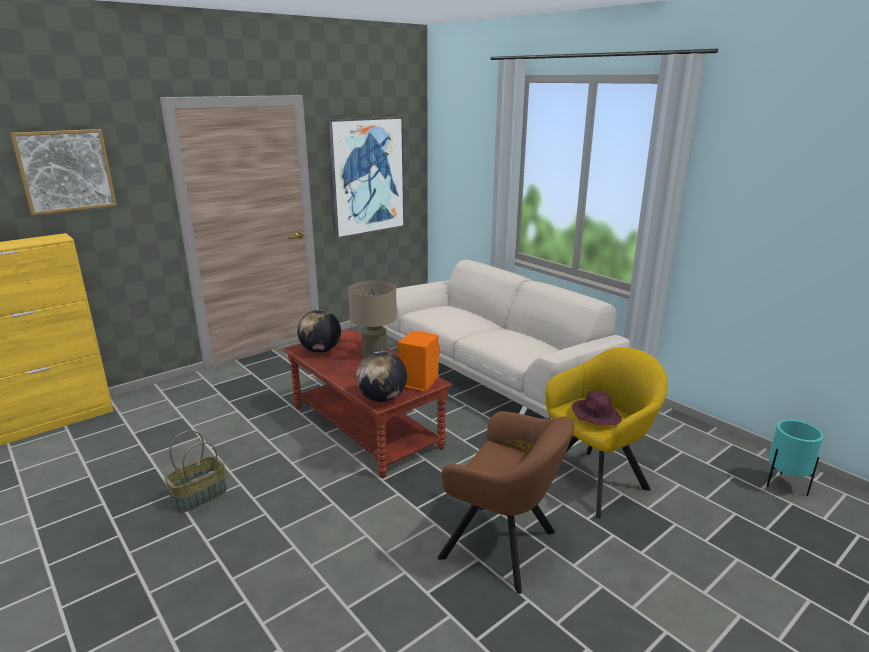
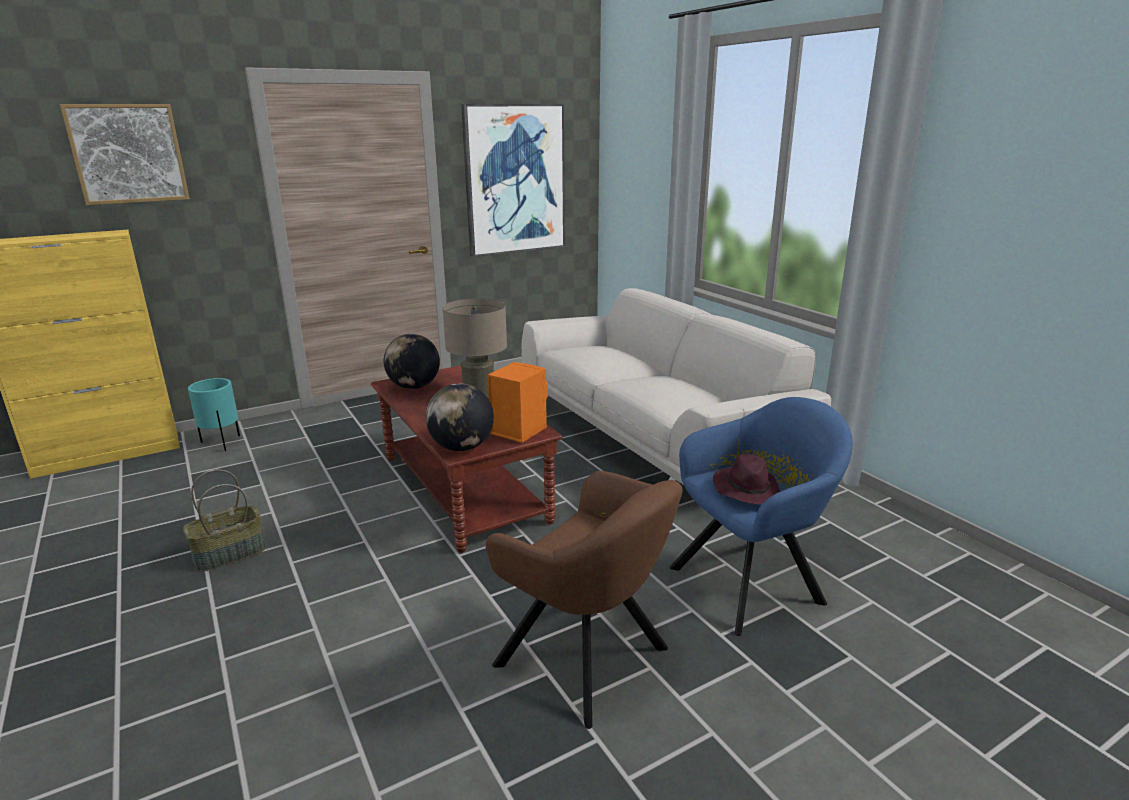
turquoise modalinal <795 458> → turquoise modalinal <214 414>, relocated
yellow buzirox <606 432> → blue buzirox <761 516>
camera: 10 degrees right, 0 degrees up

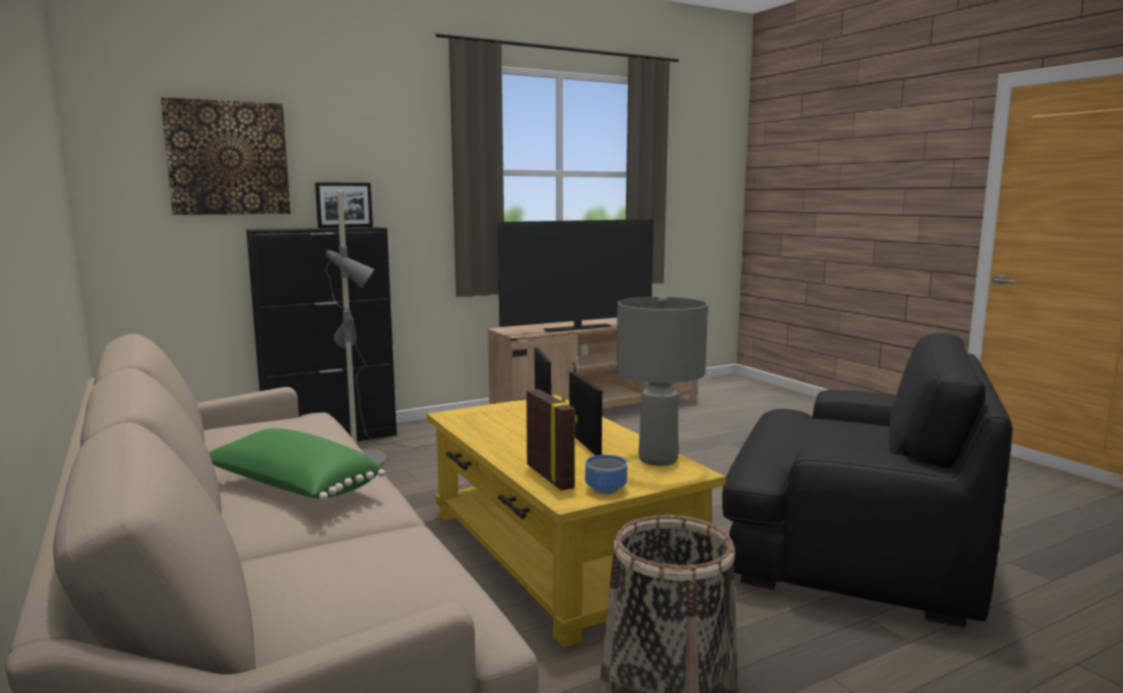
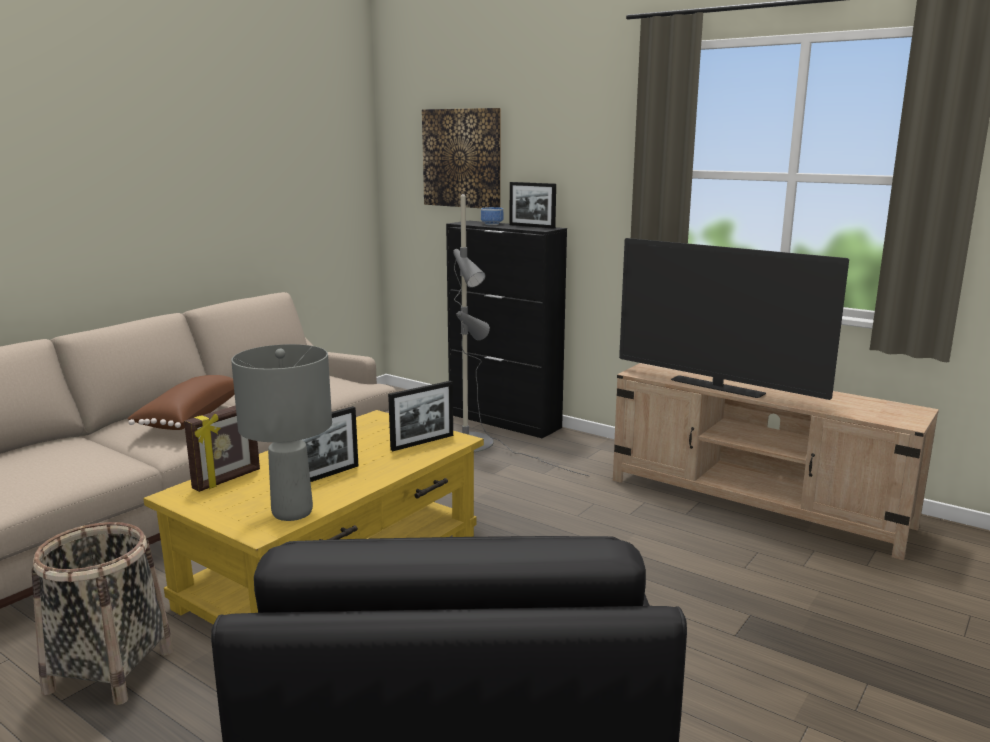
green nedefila <297 464> → brown nedefila <180 402>
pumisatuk <606 474> → pumisatuk <492 216>, relocated
camera: 65 degrees right, 5 degrees up

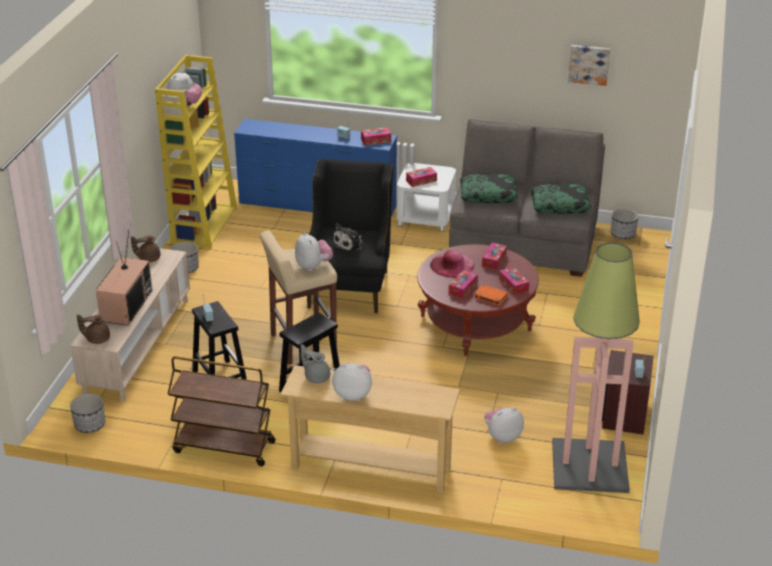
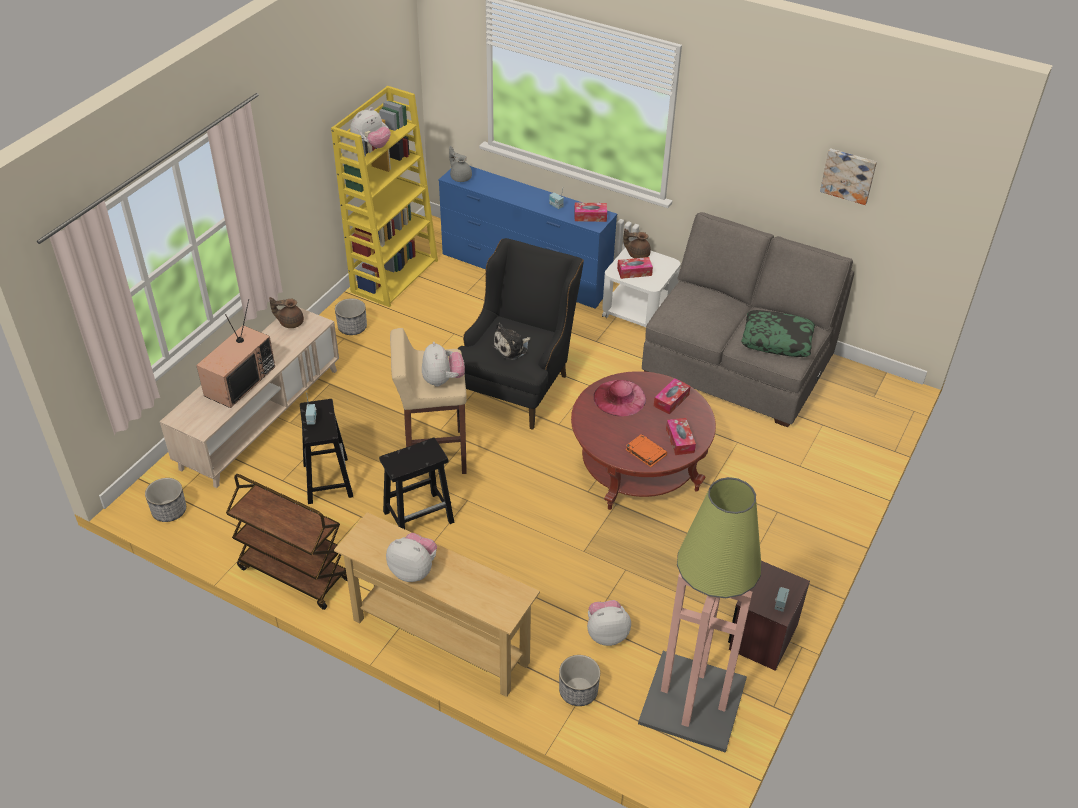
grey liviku <315 363> → grey liviku <460 164>, relocated
modalinal <625 224> → modalinal <579 680>, relocated
brown liviku <93 329> → brown liviku <637 243>, relocated
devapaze <463 284> → -
nedefila <489 188> → -
camera: 15 degrees right, 10 degrees up

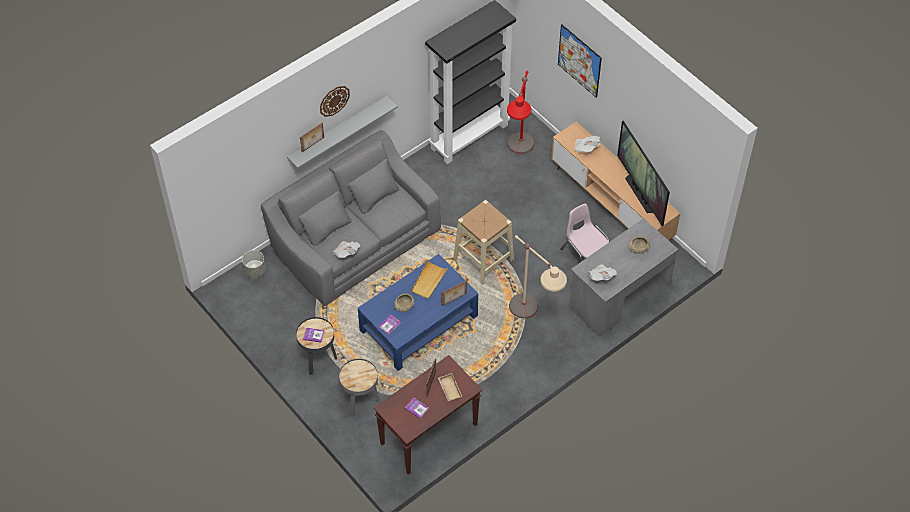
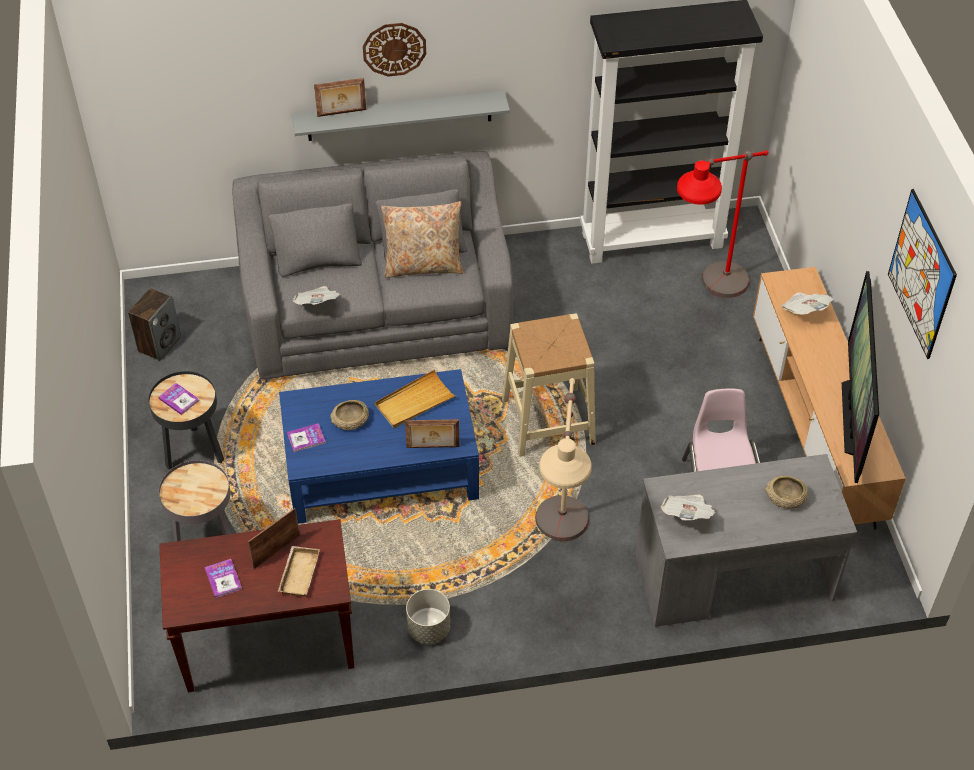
- → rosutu <154 324>
- → beige nedefila <422 239>
grey modalinal <254 264> → grey modalinal <428 616>, relocated
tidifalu <580 61> → tidifalu <922 274>, relocated
camera: 30 degrees right, 5 degrees down

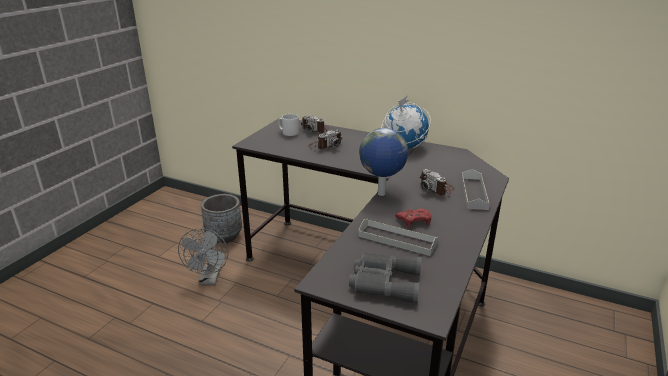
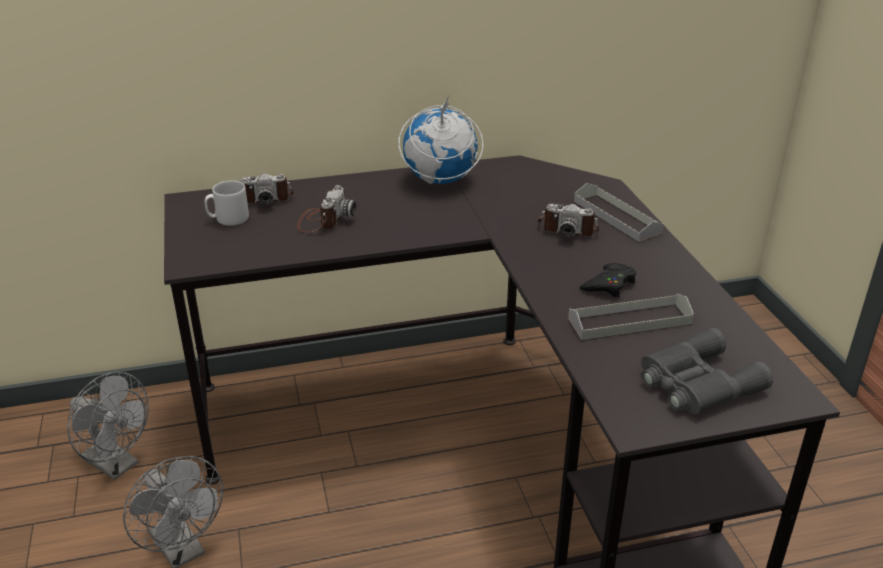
grey modalinal <221 219> → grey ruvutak <108 426>
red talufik <413 218> → black talufik <608 280>
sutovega <383 162> → -
camera: 40 degrees left, 5 degrees up

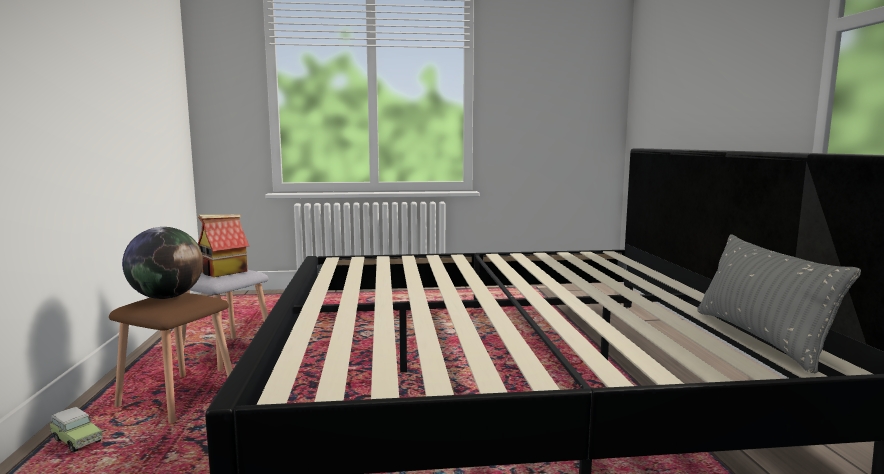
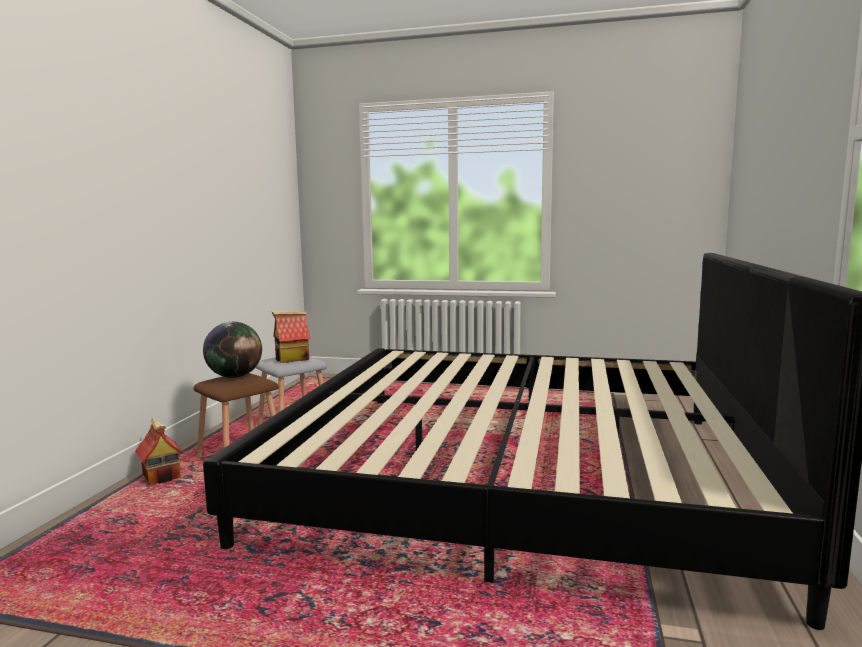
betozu <76 430> → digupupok <159 451>
grey nedefila <779 303> → -
camera: 20 degrees right, 0 degrees up

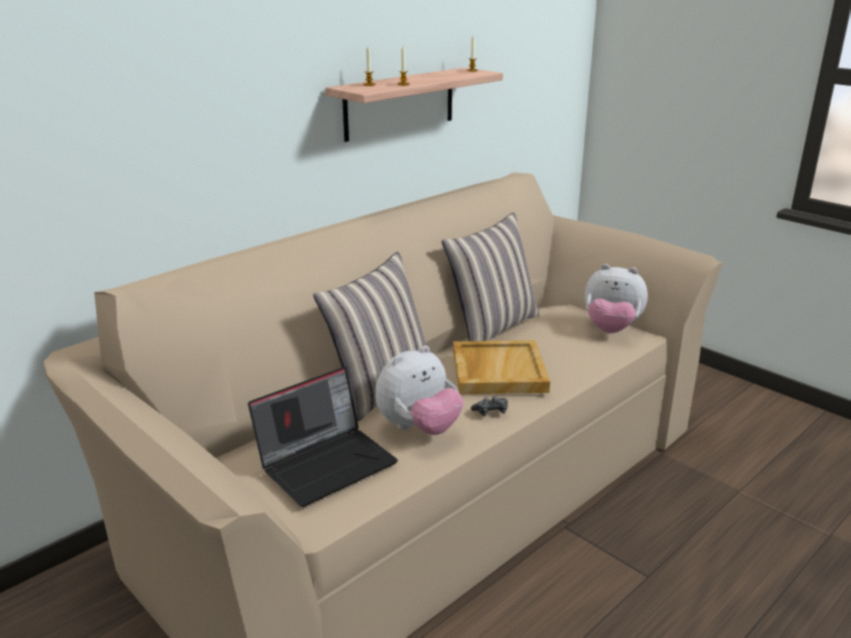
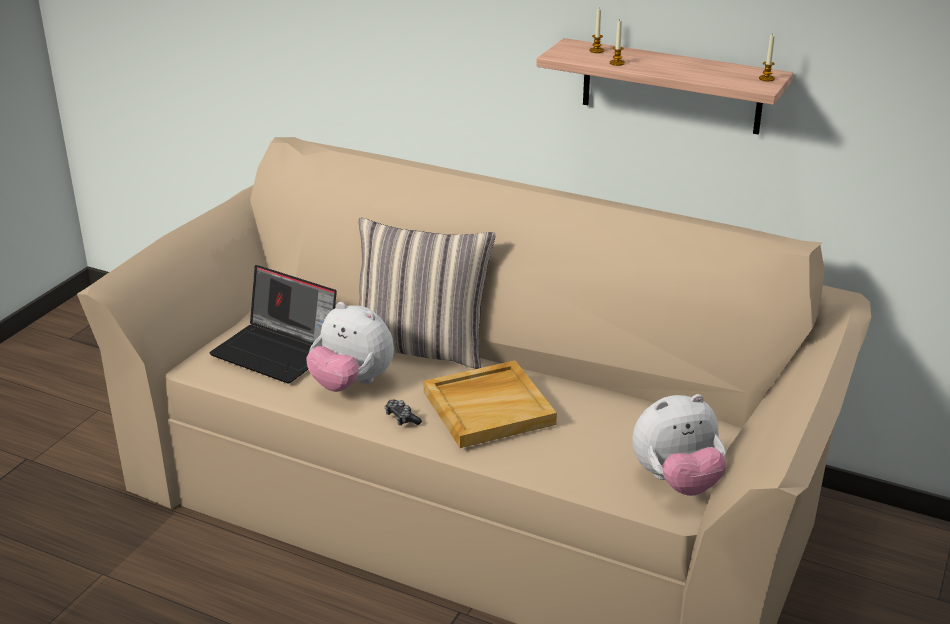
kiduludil <616 298> → kiduludil <679 445>, 105 degrees counterclockwise
nedefila <491 276> → -
camera: 70 degrees right, 5 degrees up

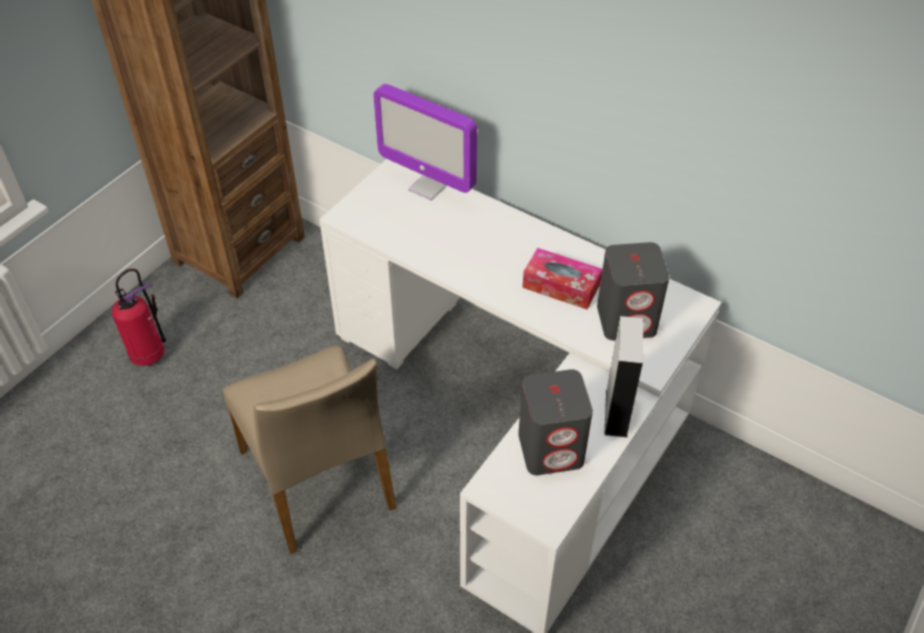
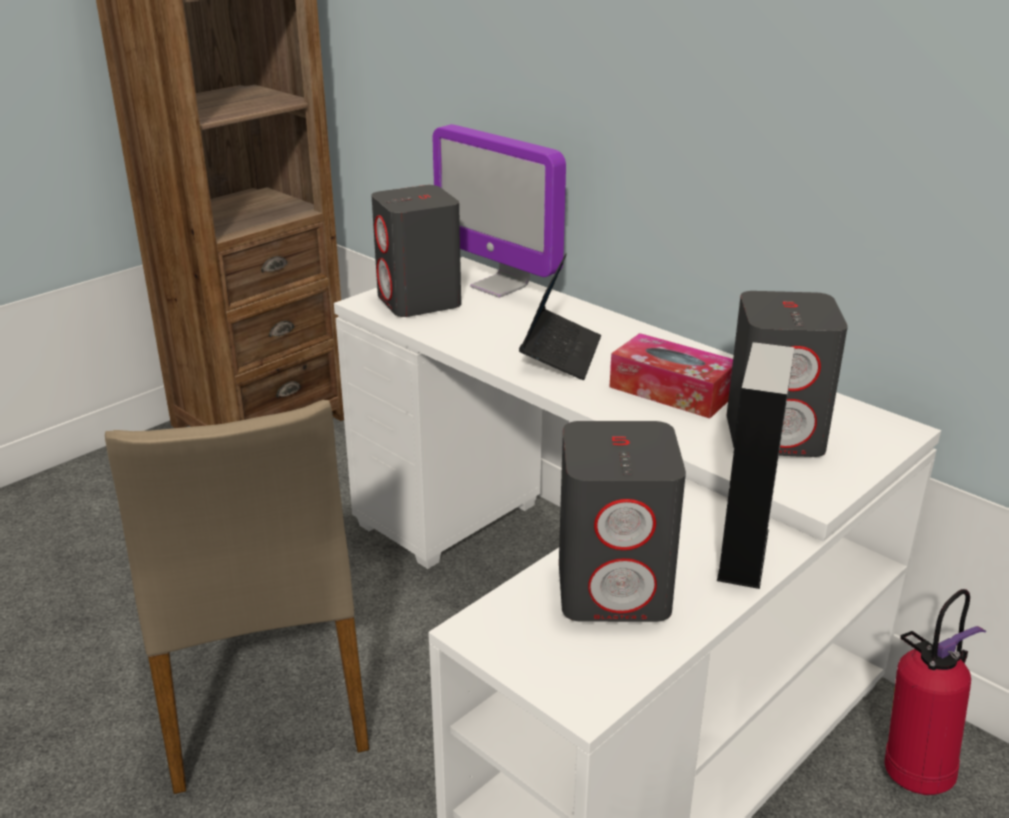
- → grey rosutu <416 251>
- → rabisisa <560 317>
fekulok <139 317> → fekulok <935 692>, relocated
camera: 10 degrees right, 20 degrees down

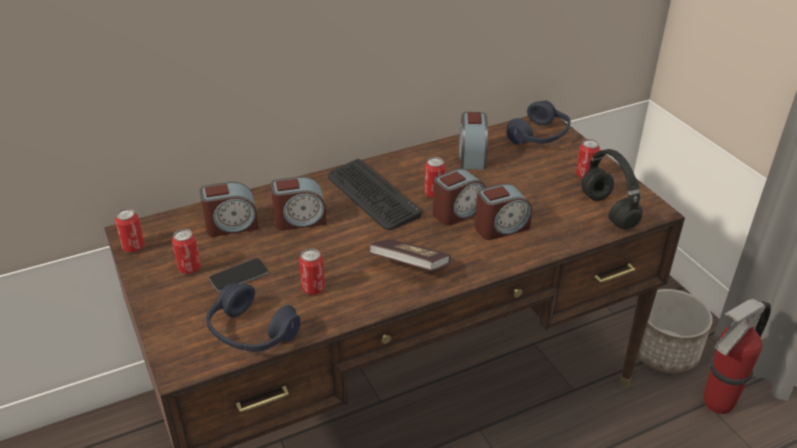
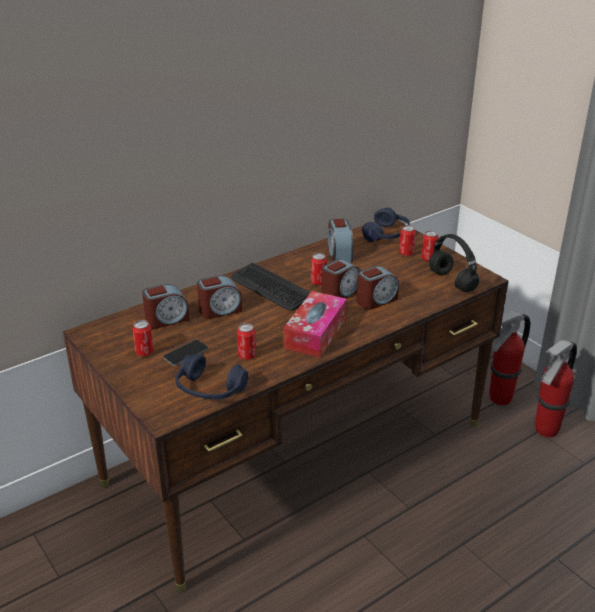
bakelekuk <410 255> → devapaze <315 324>
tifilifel <130 230> → tifilifel <407 240>, relocated
modalinal <675 331> → fekulok <509 358>
camera: 10 degrees left, 5 degrees down

